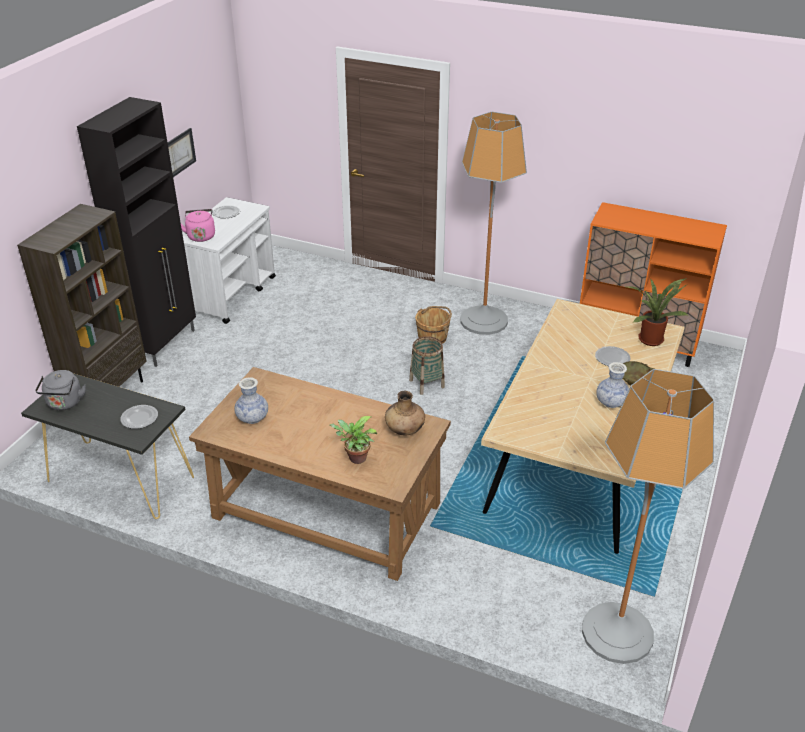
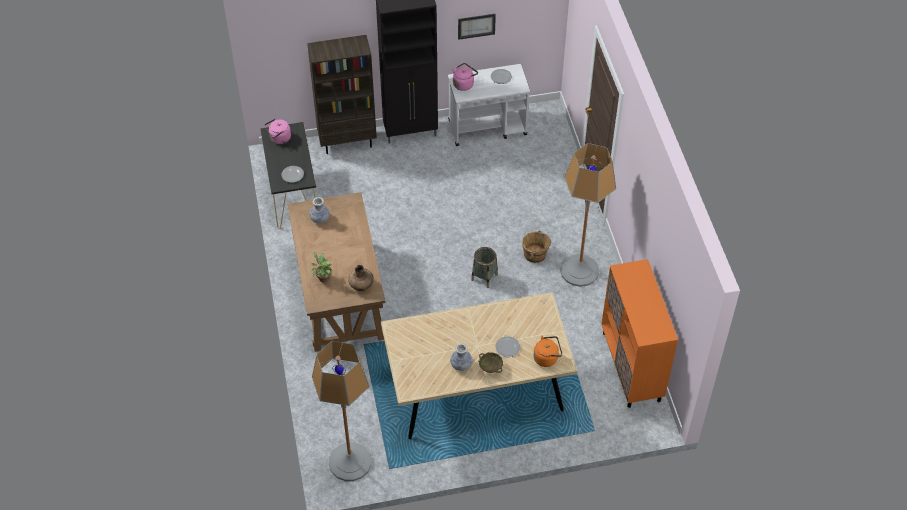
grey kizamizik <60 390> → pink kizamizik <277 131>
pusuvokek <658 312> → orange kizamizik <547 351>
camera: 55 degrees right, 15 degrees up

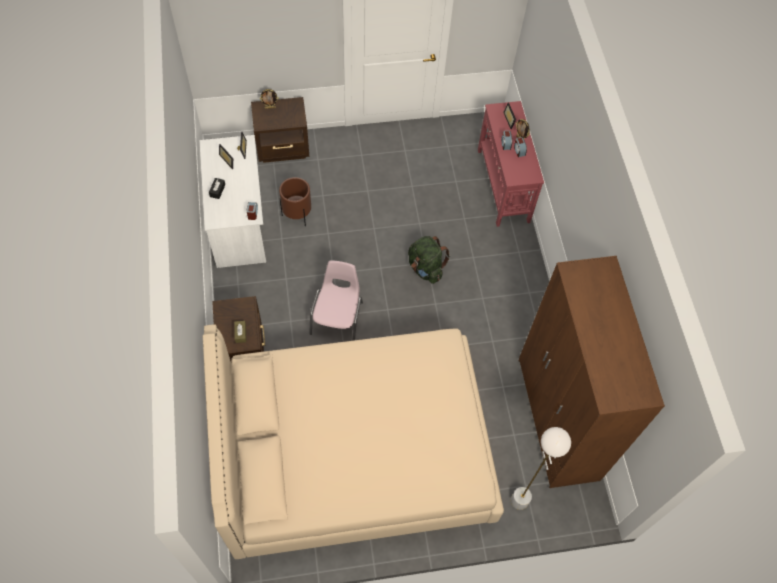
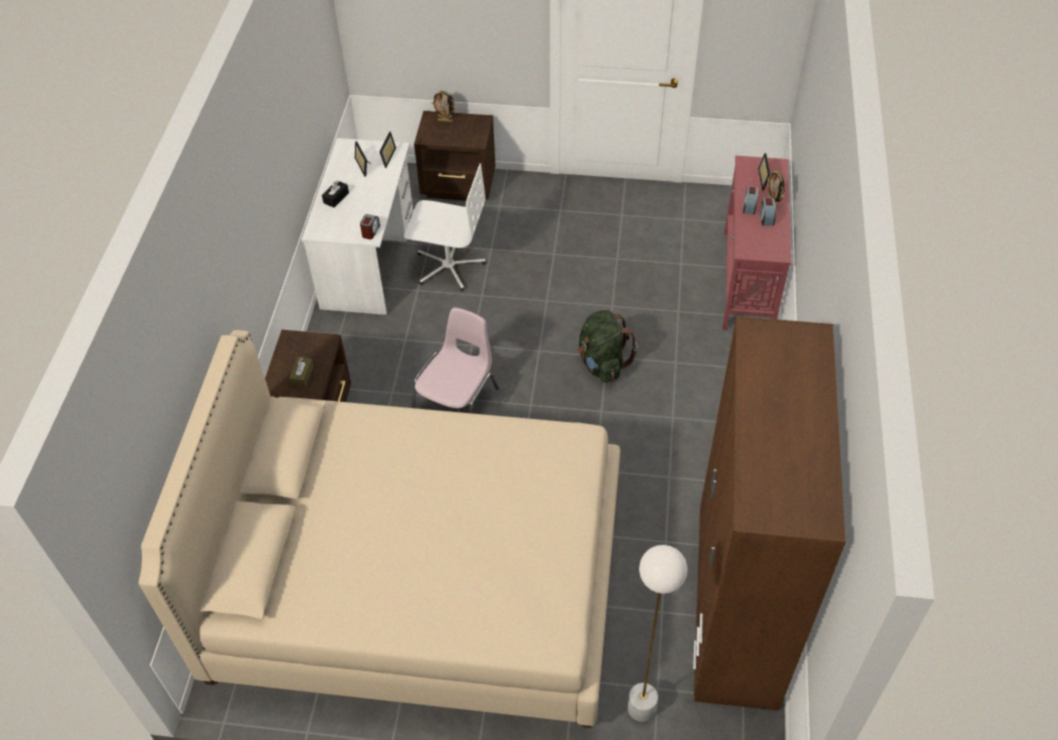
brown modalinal <295 201> → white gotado <445 227>
camera: 20 degrees right, 10 degrees down

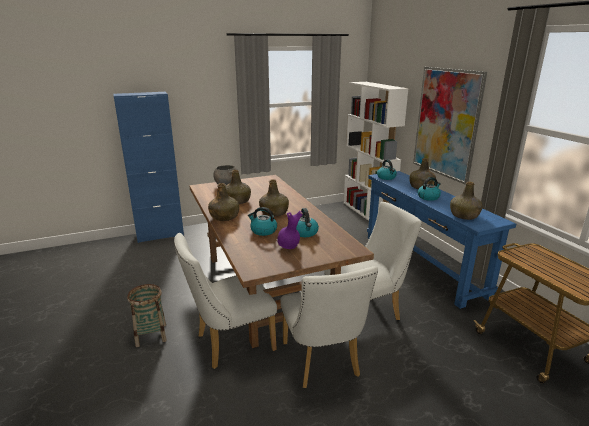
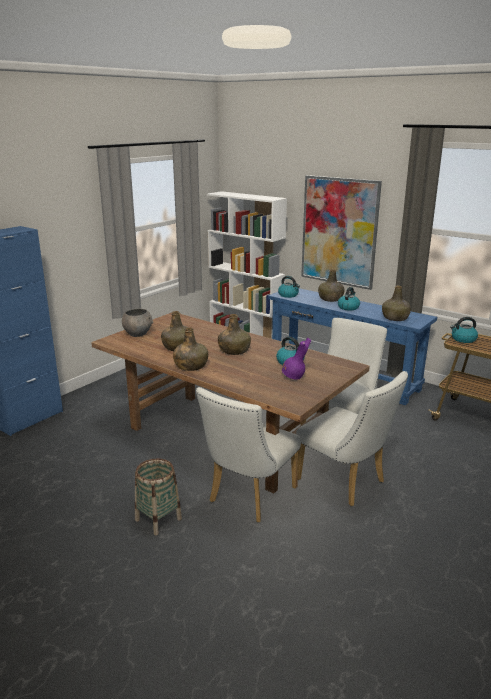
kizamizik <262 221> → kizamizik <464 330>, relocated
camera: 30 degrees left, 0 degrees up

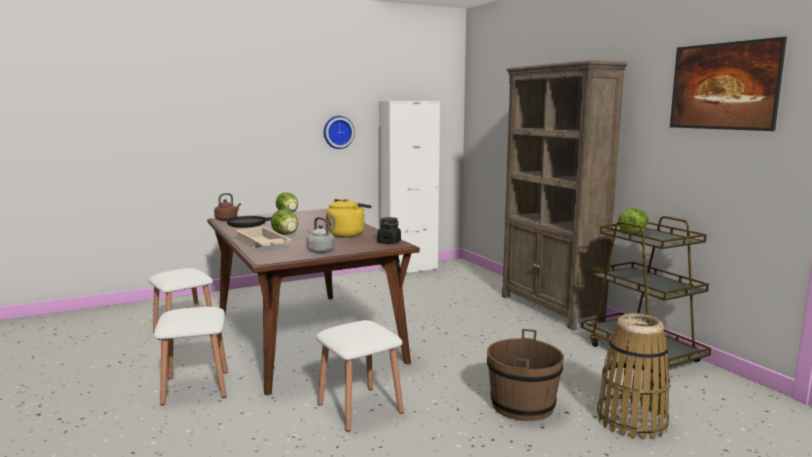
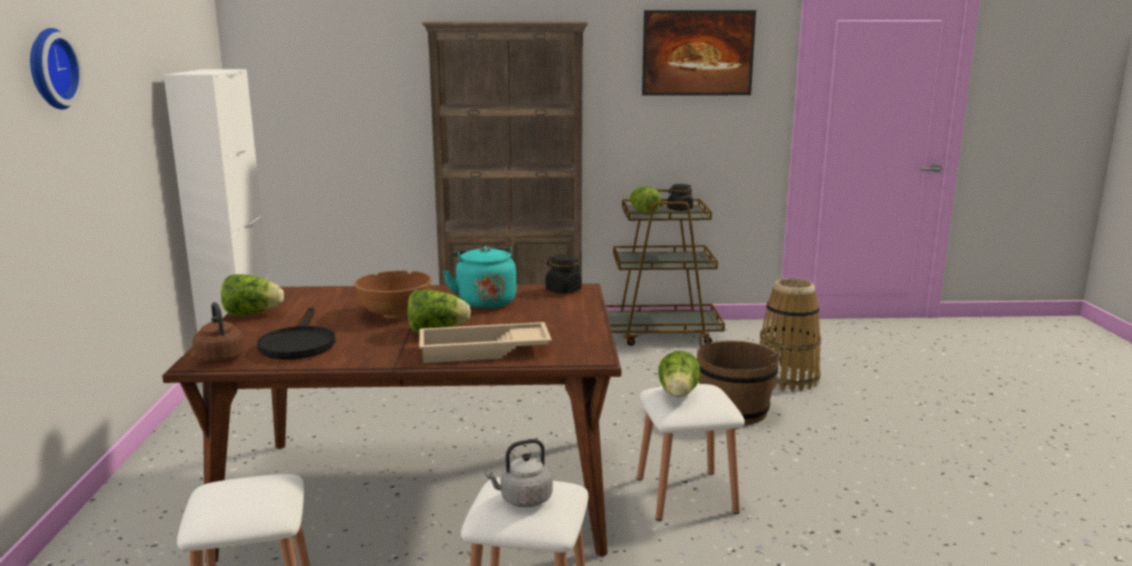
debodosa <339 132> → debodosa <57 69>, relocated
- → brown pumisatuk <393 294>
yellow kizamizik <349 218> → turquoise kizamizik <479 277>
grey kizamizik <321 235> → grey kizamizik <519 473>, relocated
- → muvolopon <679 374>
- → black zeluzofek <680 197>
camera: 65 degrees left, 5 degrees up

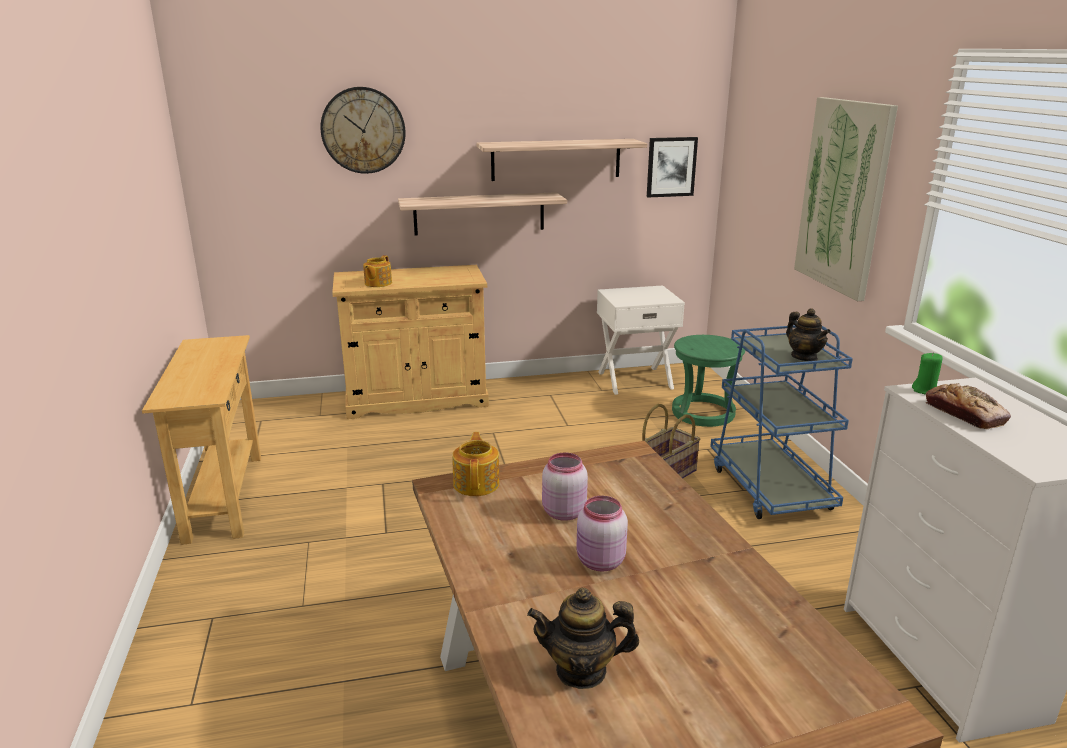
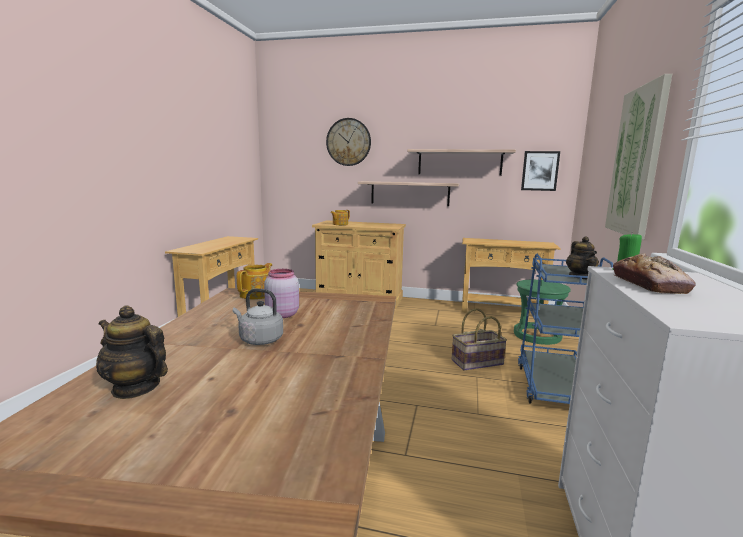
pink zeluzofek <602 533> → grey kizamizik <258 317>
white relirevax <641 340> → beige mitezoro <511 275>
camera: 25 degrees right, 10 degrees down

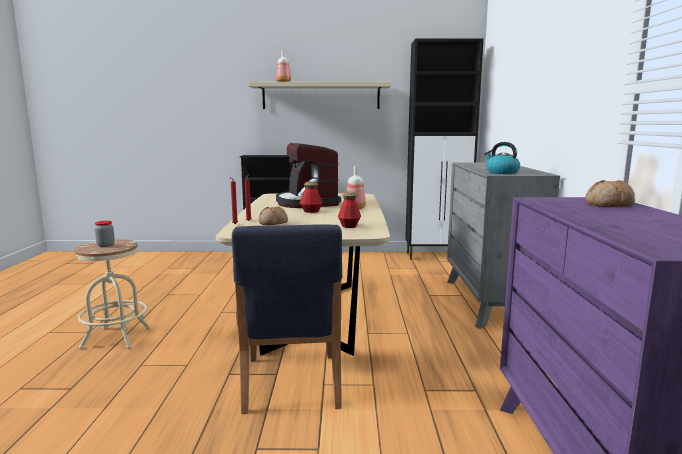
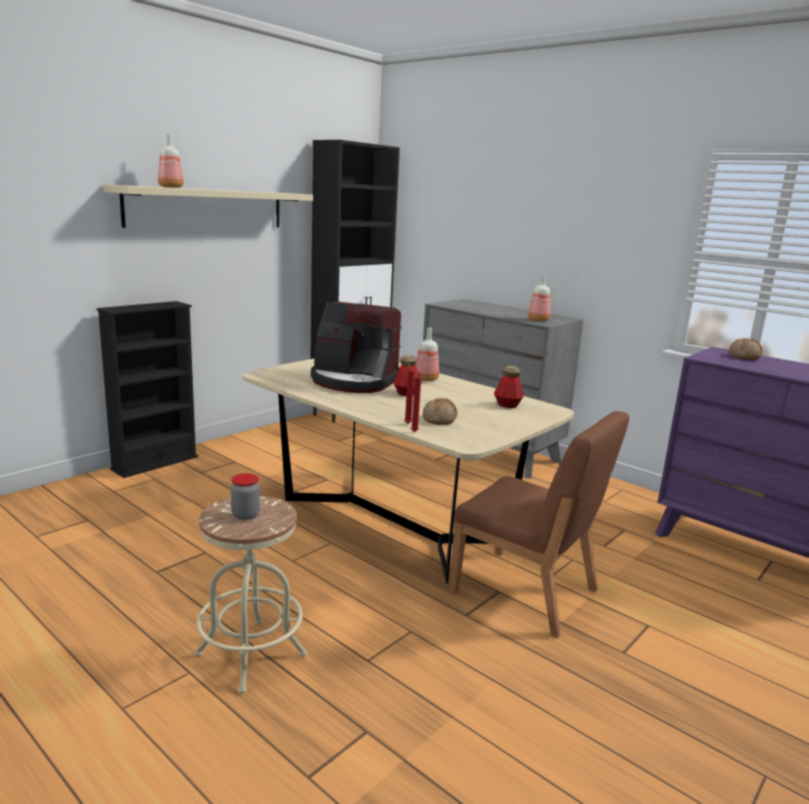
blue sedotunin <287 319> → brown sedotunin <539 524>
kizamizik <502 158> → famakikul <539 297>
camera: 50 degrees left, 5 degrees up

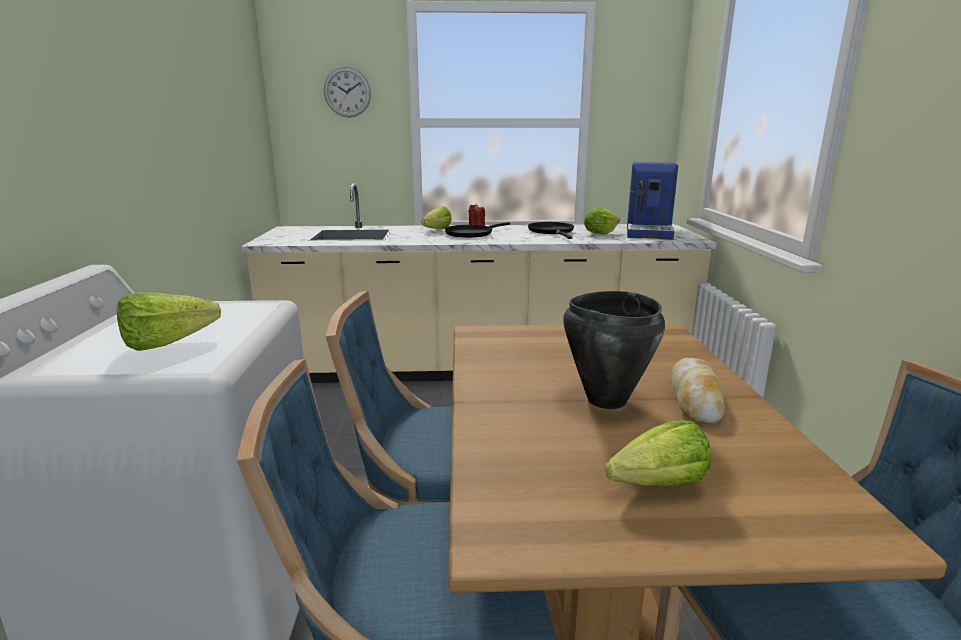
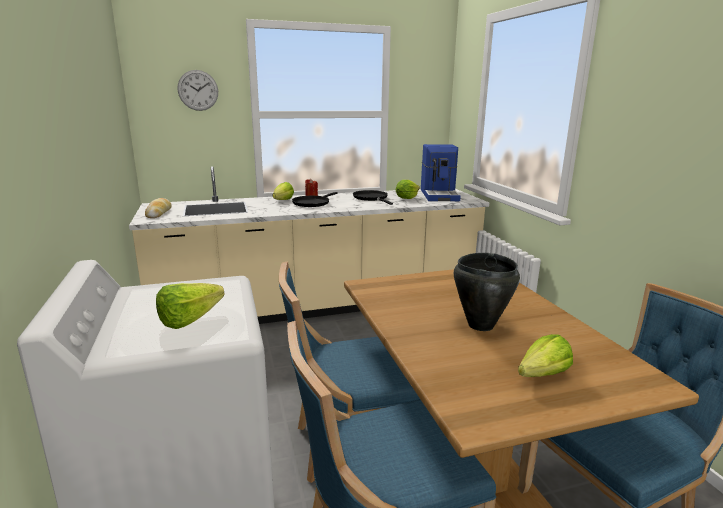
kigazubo <698 391> → kigazubo <158 208>, relocated
camera: 15 degrees left, 0 degrees up

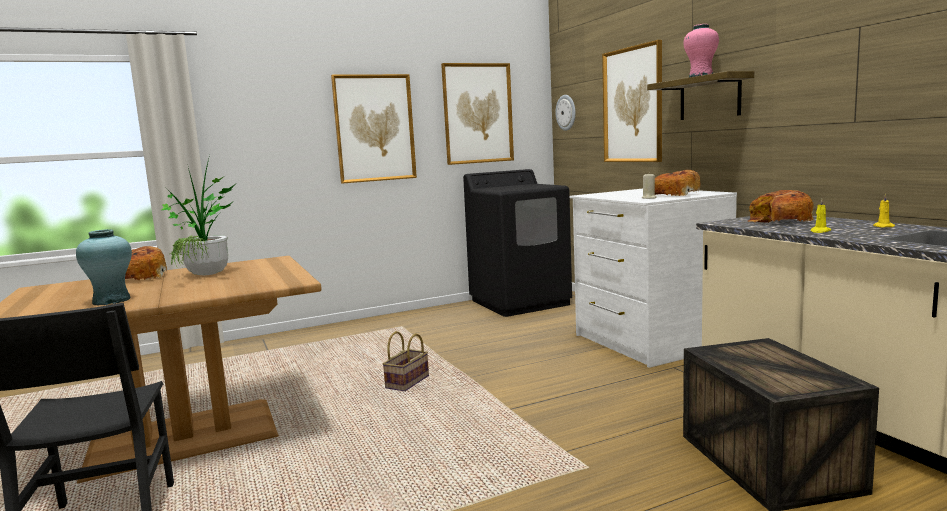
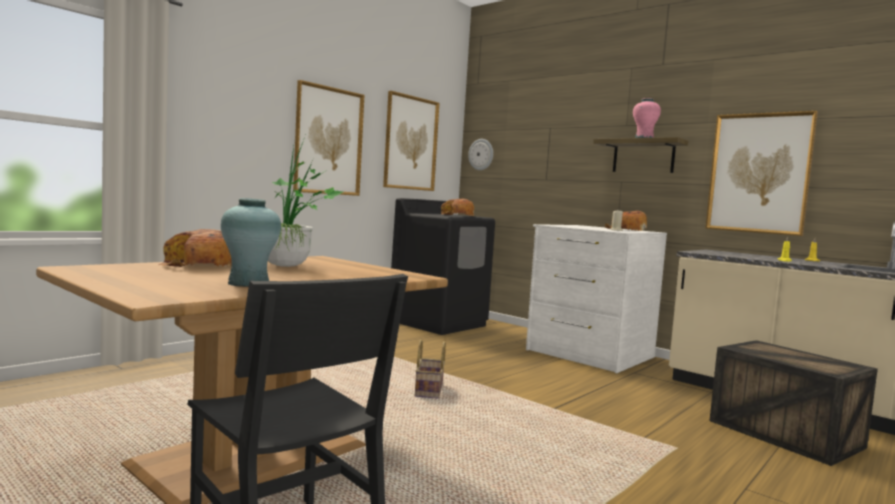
kigazubo <780 206> → kigazubo <456 207>, relocated
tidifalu <632 101> → tidifalu <761 173>, relocated
camera: 25 degrees left, 5 degrees down

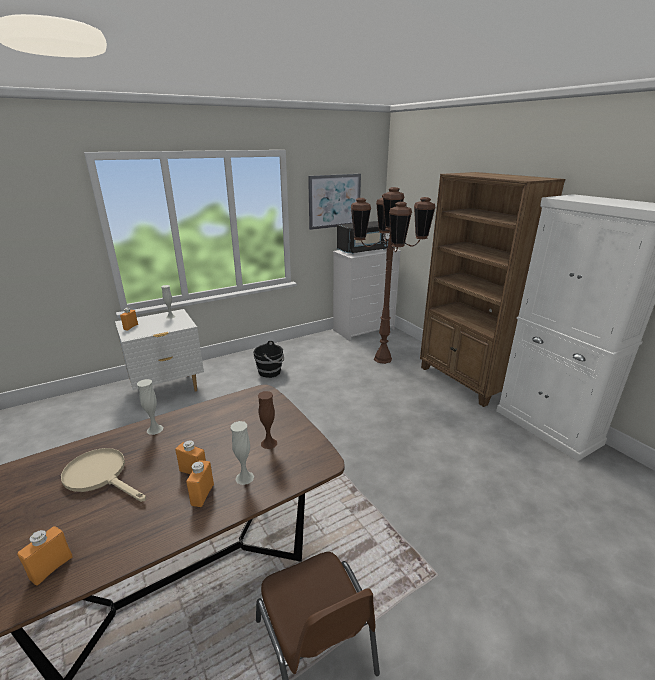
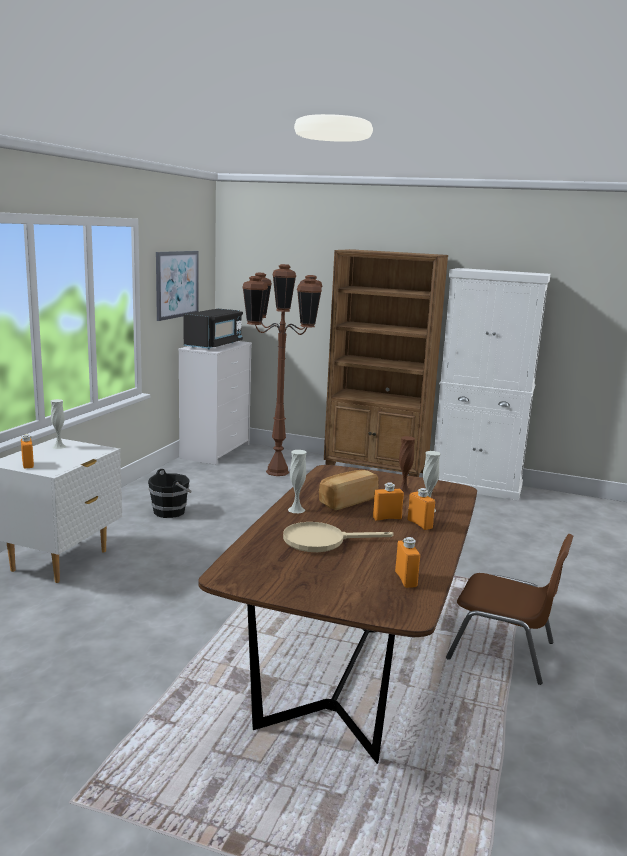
- → kigazubo <349 490>
camera: 40 degrees left, 10 degrees down

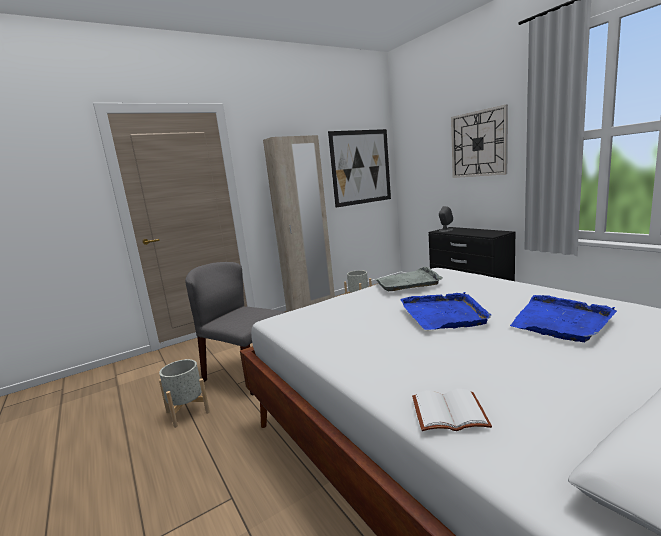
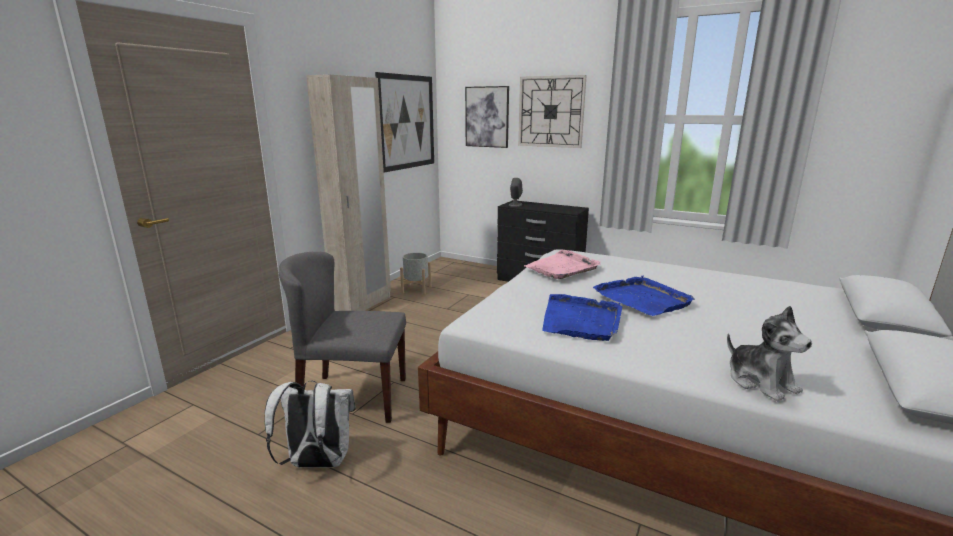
grey modalinal <184 393> → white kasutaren <310 424>
- → tidifalu <487 117>
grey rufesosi <409 279> → pink rufesosi <562 264>
blue rufesosi <563 318> → blue rufesosi <582 317>, relocated
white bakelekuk <452 410> → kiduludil <769 353>
camera: 30 degrees left, 5 degrees up

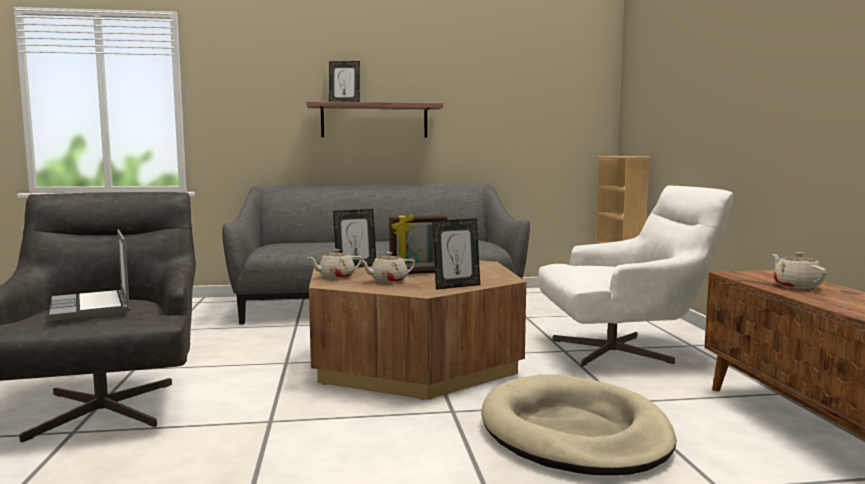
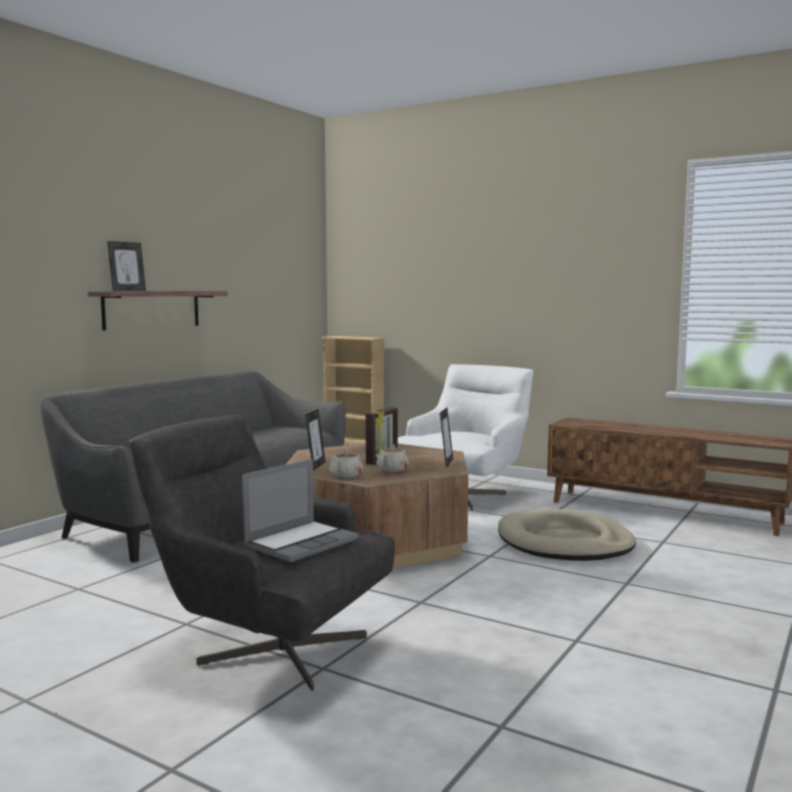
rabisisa <89 275> → rabisisa <300 510>, 60 degrees counterclockwise
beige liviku <799 270> → -
camera: 50 degrees left, 0 degrees up

